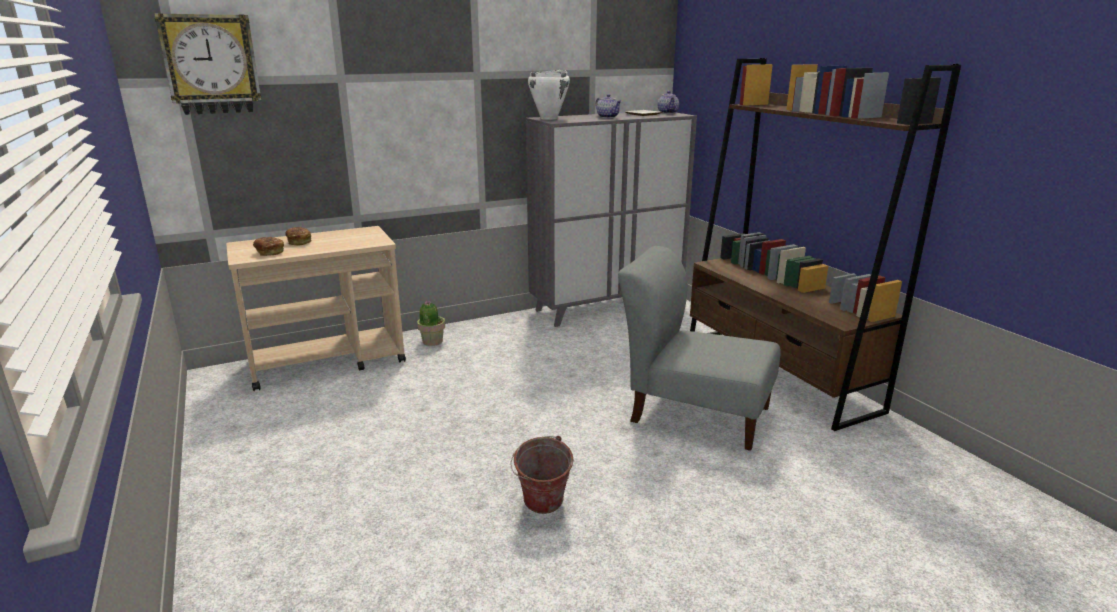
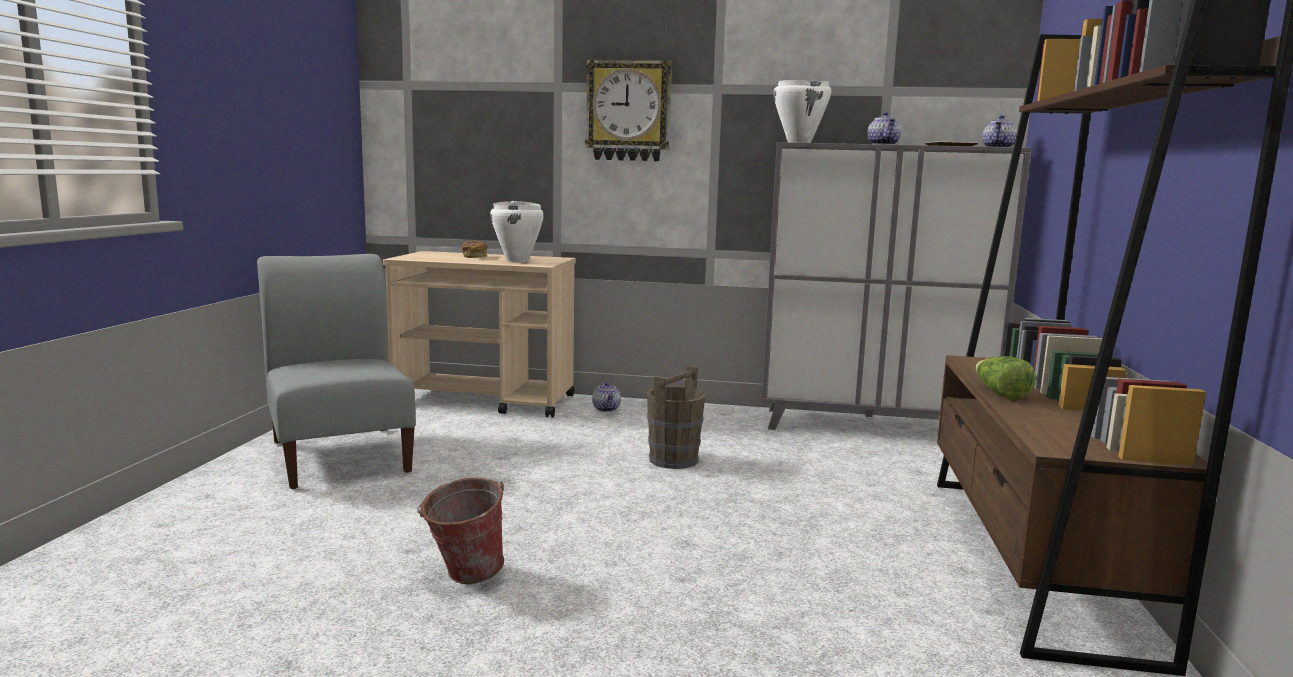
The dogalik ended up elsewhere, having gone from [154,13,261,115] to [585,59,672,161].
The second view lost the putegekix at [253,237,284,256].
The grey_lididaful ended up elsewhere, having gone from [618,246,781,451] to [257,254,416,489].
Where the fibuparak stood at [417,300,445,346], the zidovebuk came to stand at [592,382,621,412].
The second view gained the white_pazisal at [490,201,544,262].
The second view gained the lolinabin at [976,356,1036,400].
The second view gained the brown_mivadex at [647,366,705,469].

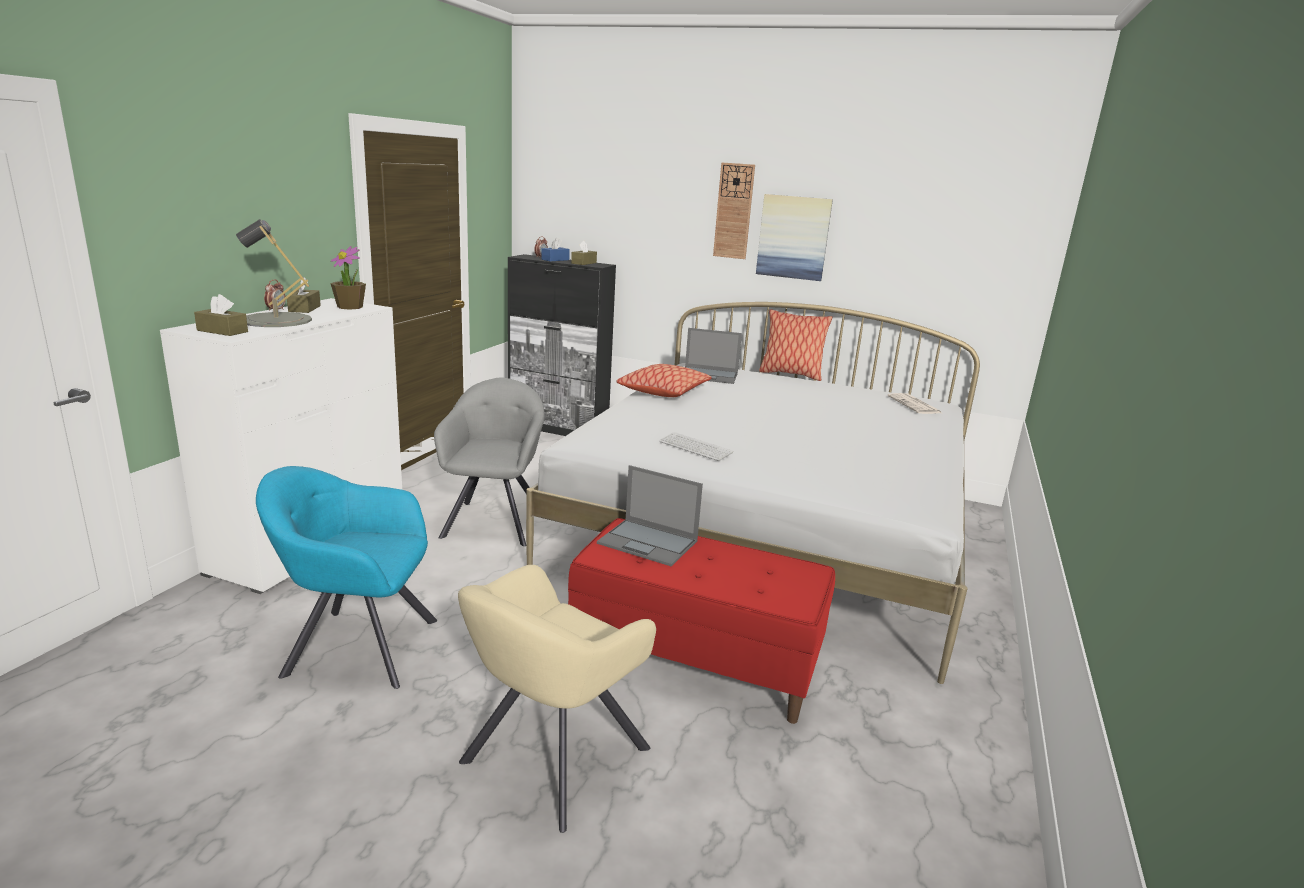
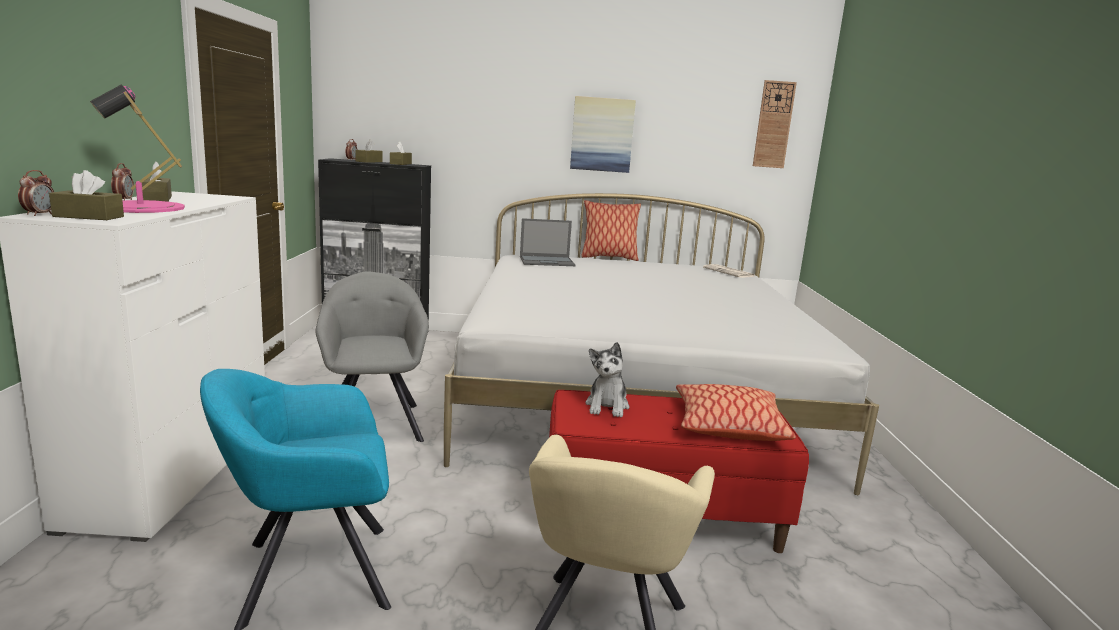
The dogalik ended up elsewhere, having gone from [713,162,755,259] to [753,80,797,168].
What was the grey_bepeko at [236,219,312,327] turned into the pink_bepeko at [90,85,185,213].
What was the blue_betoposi at [541,238,570,261] turned into the brown_betoposi at [356,140,382,163].
The second view lost the fibuparak at [330,246,366,310].
The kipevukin ended up elsewhere, having gone from [616,364,712,397] to [676,384,796,441].
The second view lost the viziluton at [659,432,733,461].
Where the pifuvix stood at [597,465,703,566], the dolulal came to stand at [585,342,629,417].
The second view gained the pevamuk at [18,170,54,216].

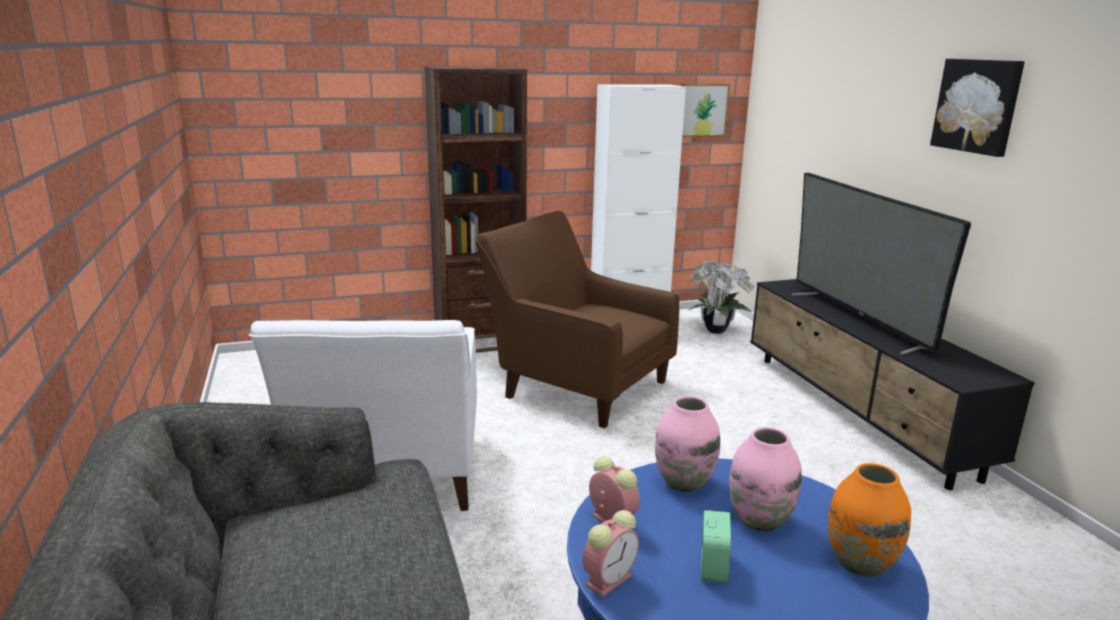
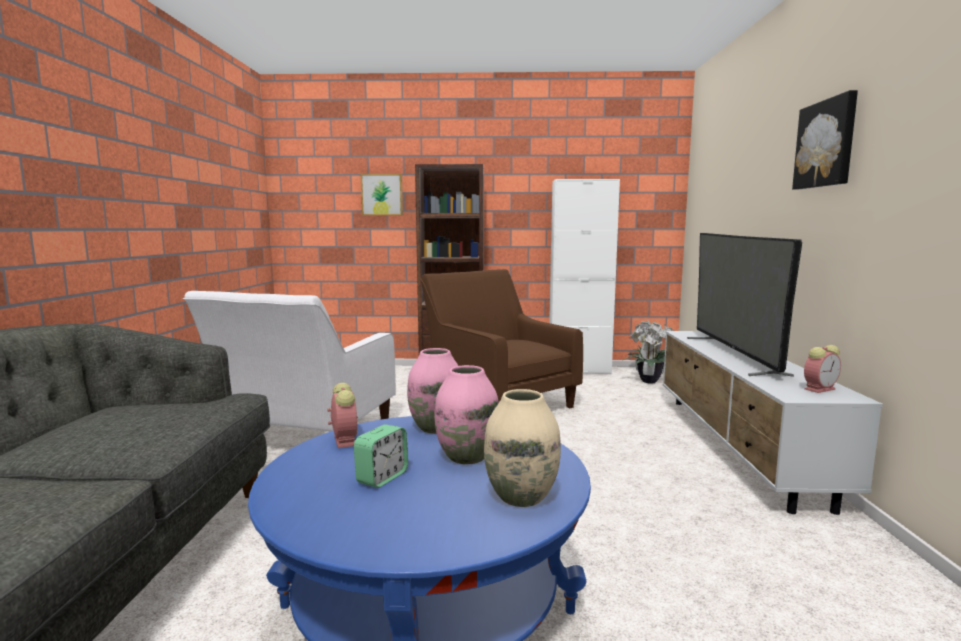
The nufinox ended up elsewhere, having gone from [681,84,730,137] to [361,174,403,215].
What was the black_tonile at [750,279,1035,490] turned into the white_tonile at [663,331,883,515].
What was the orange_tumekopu at [828,463,911,577] turned into the beige_tumekopu at [484,389,561,507].
The pevamuk ended up elsewhere, having gone from [582,510,639,597] to [804,345,841,393].

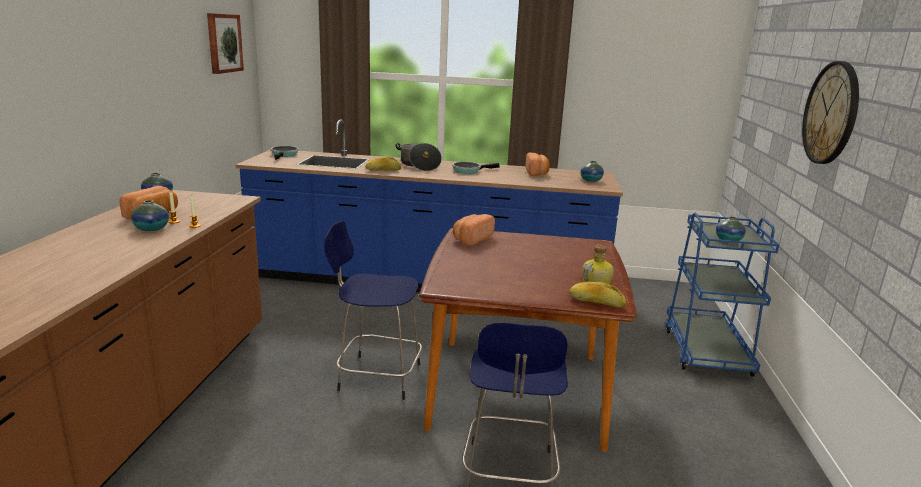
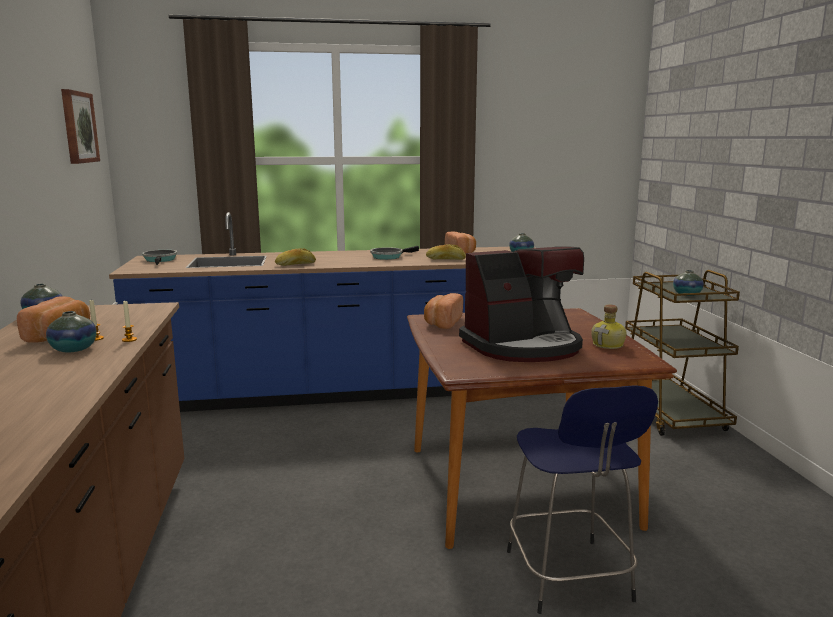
The second view lost the dogalik at [802,61,859,164].
The second view lost the pazisal at [396,143,442,171].
What was the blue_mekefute at [665,213,779,377] turned into the brown_mekefute at [625,270,740,436].
The second view lost the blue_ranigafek at [324,221,422,400].
The putegekix ended up elsewhere, having gone from [569,282,626,307] to [426,244,466,260].
The second view gained the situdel at [459,246,584,362].

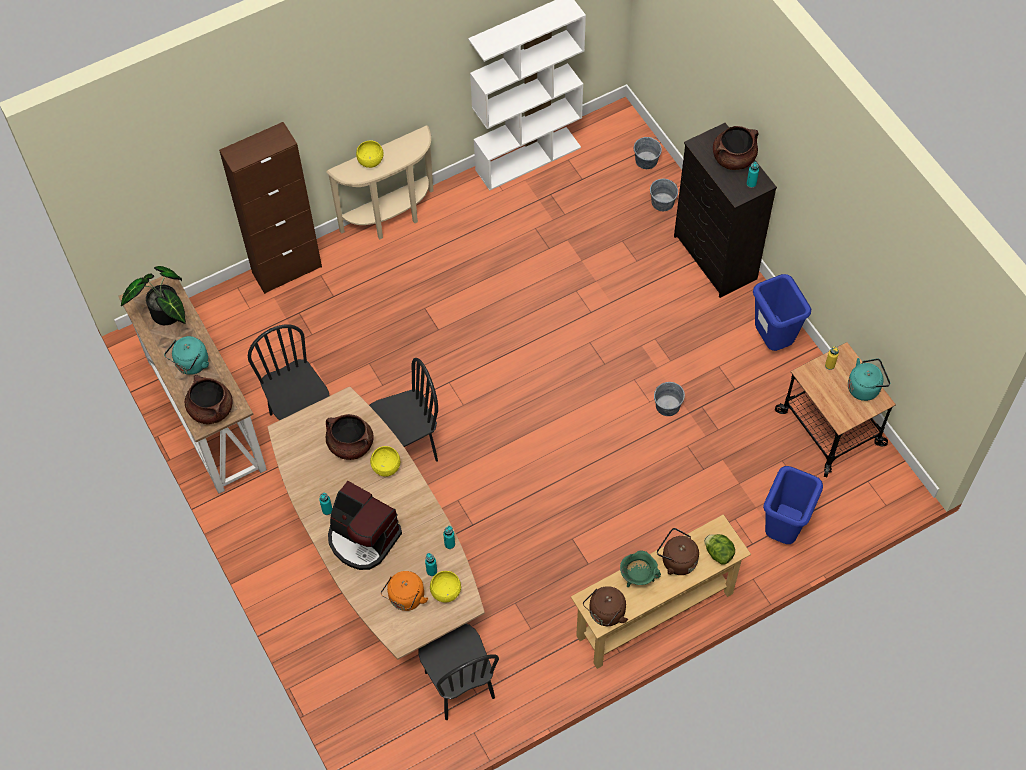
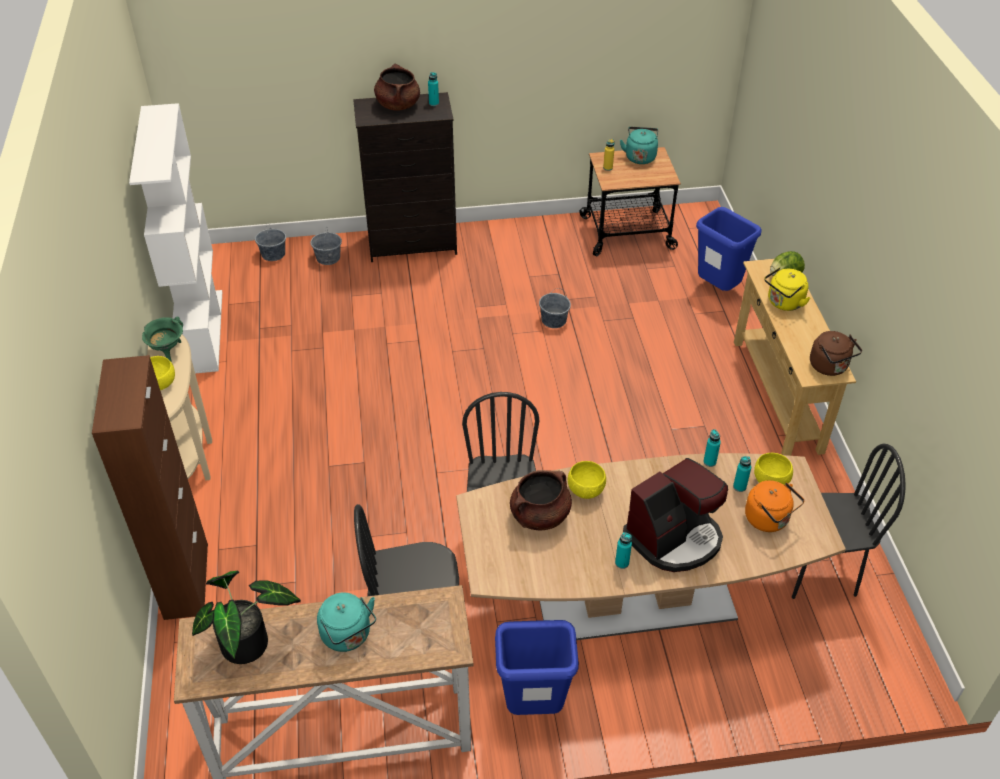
The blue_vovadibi ended up elsewhere, having gone from [753,274,811,351] to [495,620,579,715].
The second view lost the brown_pazisal at [185,375,233,424].
What was the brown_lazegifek at [657,528,699,575] turned into the yellow_lazegifek at [764,267,810,311].
The green_pazisal ended up elsewhere, having gone from [620,550,661,587] to [142,317,183,362].

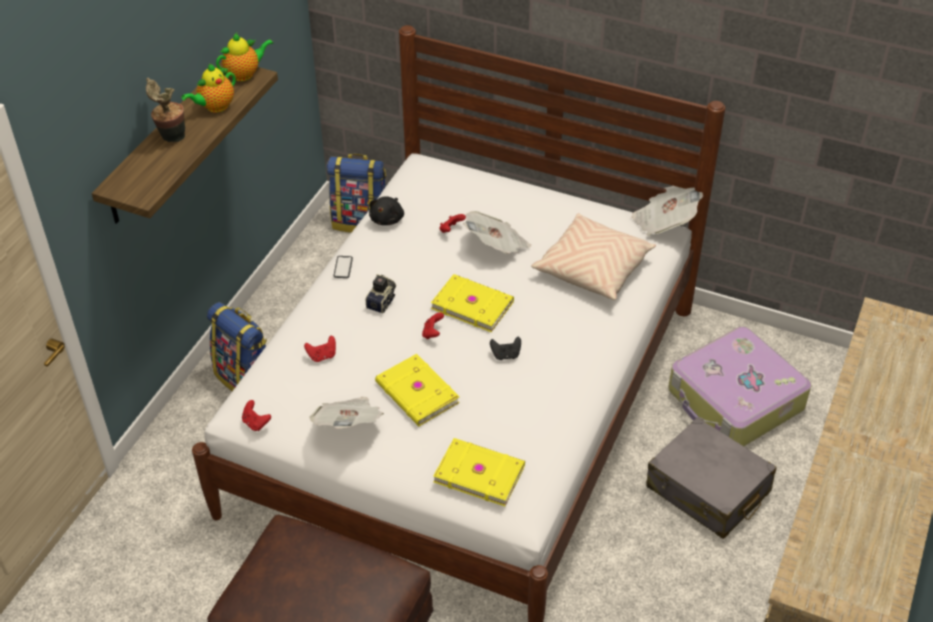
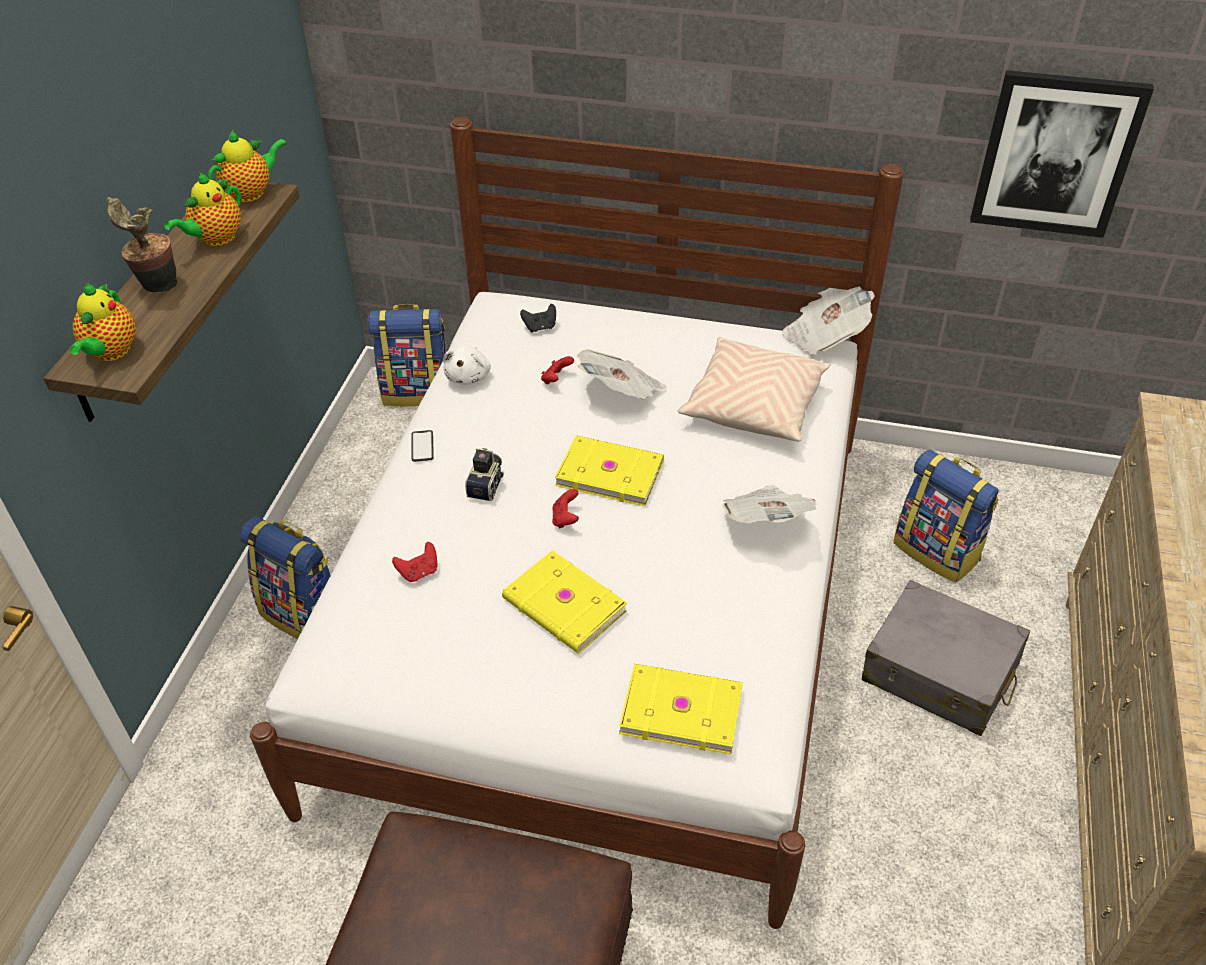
What was the black_dolulal at [369,196,404,226] turned into the white_dolulal at [443,345,491,385].
Where the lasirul stood at [668,327,812,446], the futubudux came to stand at [894,449,999,583].
The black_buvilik ended up elsewhere, having gone from [490,336,521,360] to [520,304,556,332].
The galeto ended up elsewhere, having gone from [309,397,384,429] to [723,485,817,523].
The second view lost the red_buvilik at [242,400,271,431].
The second view gained the nufinox at [970,70,1154,238].
The second view gained the zidovebuk at [70,284,136,361].

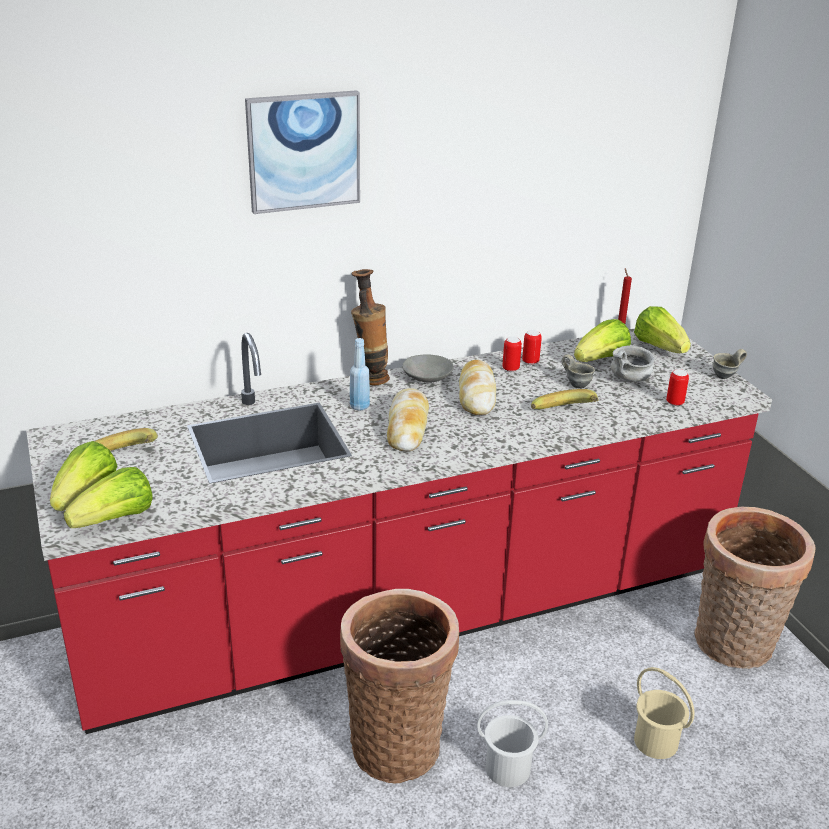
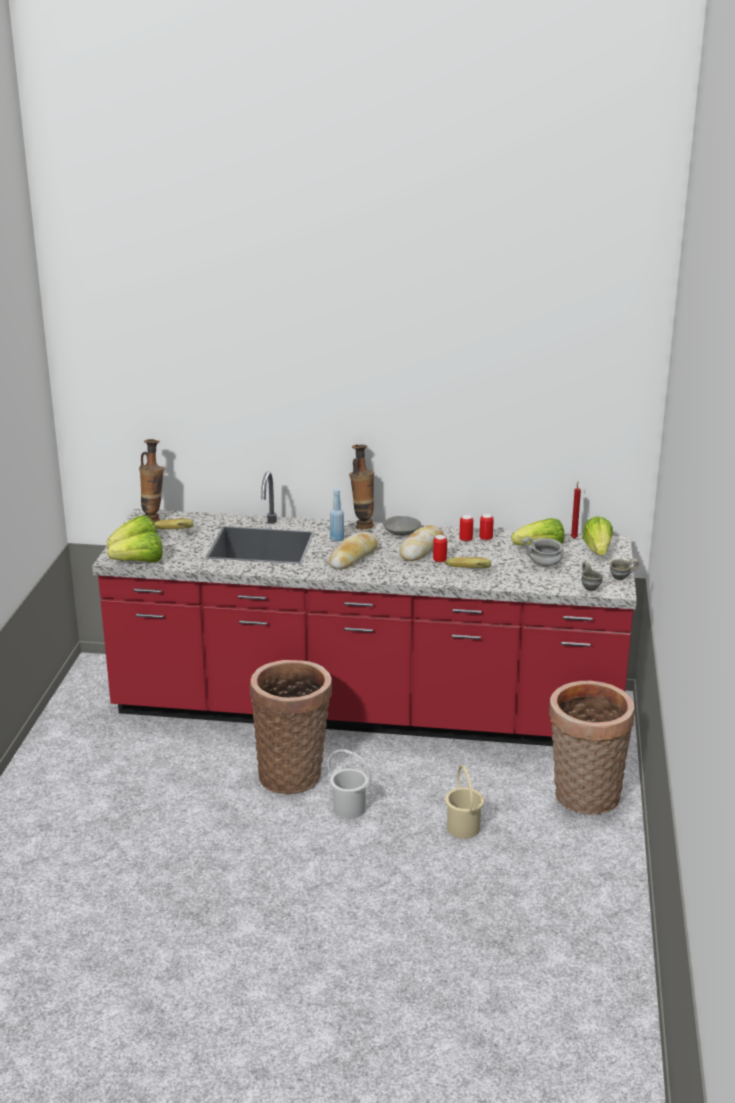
The second view lost the nufinox at [245,90,360,214].
The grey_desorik ended up elsewhere, having gone from [561,354,595,389] to [581,562,604,591].
The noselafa ended up elsewhere, having gone from [666,369,689,406] to [433,535,447,563].
The second view gained the tumekopu at [139,439,164,523].

